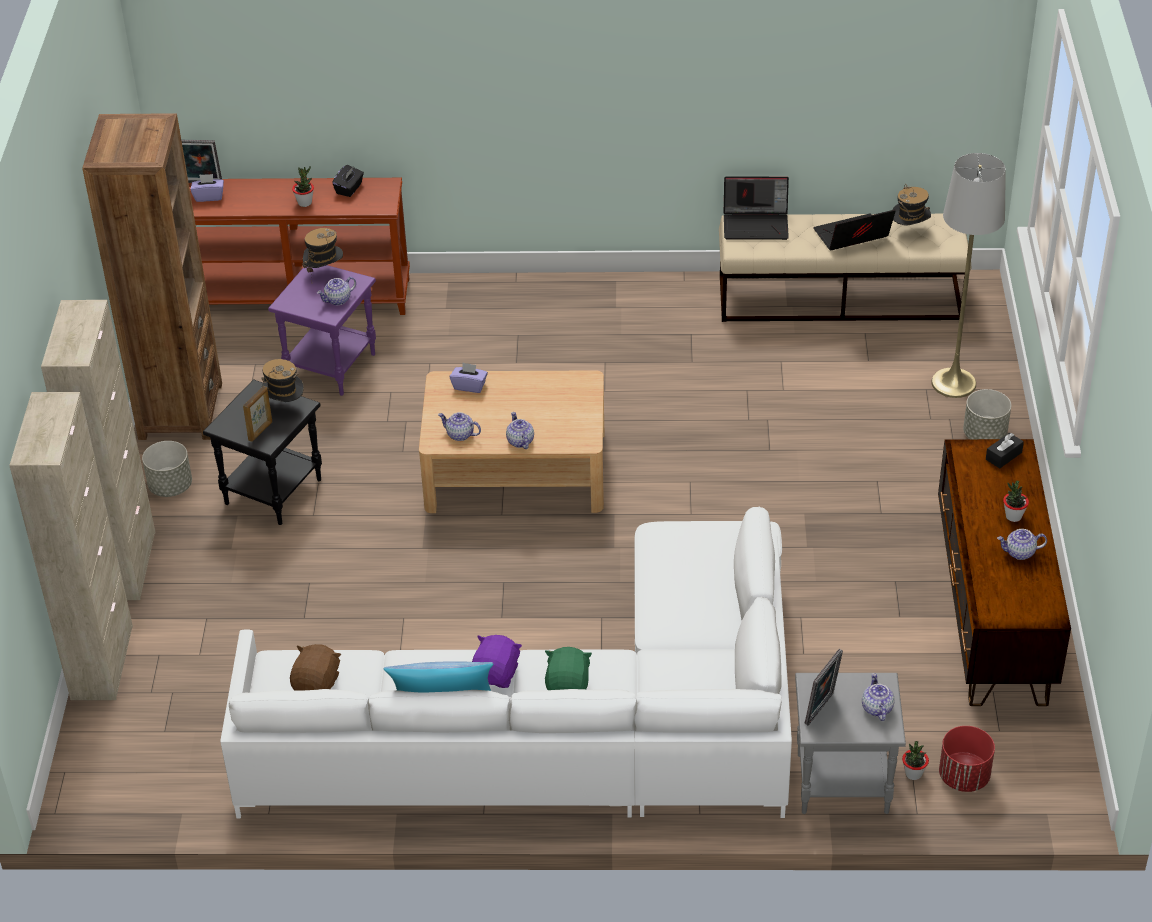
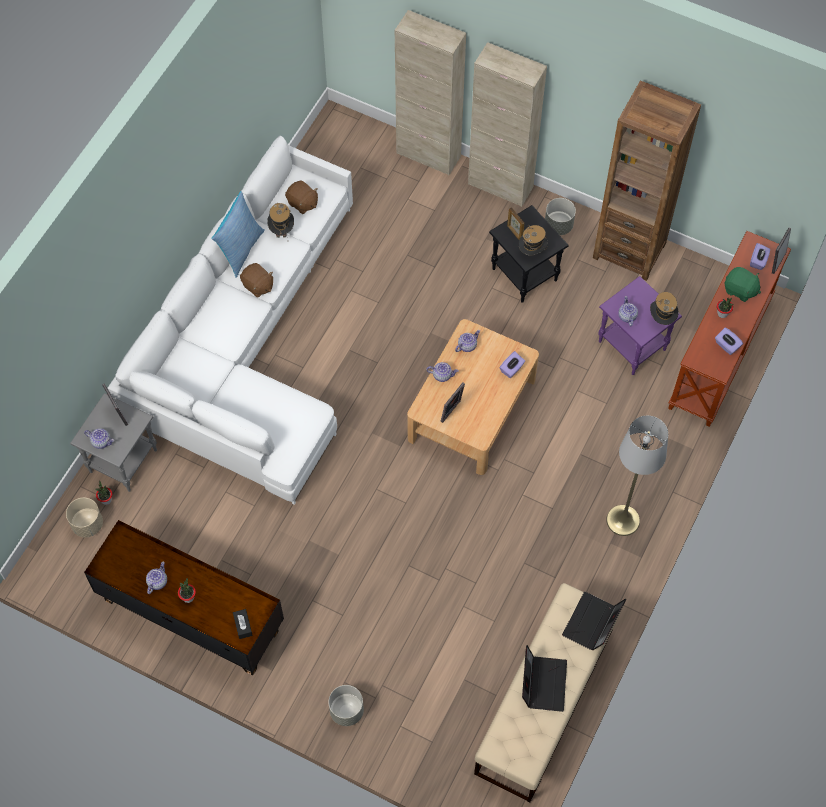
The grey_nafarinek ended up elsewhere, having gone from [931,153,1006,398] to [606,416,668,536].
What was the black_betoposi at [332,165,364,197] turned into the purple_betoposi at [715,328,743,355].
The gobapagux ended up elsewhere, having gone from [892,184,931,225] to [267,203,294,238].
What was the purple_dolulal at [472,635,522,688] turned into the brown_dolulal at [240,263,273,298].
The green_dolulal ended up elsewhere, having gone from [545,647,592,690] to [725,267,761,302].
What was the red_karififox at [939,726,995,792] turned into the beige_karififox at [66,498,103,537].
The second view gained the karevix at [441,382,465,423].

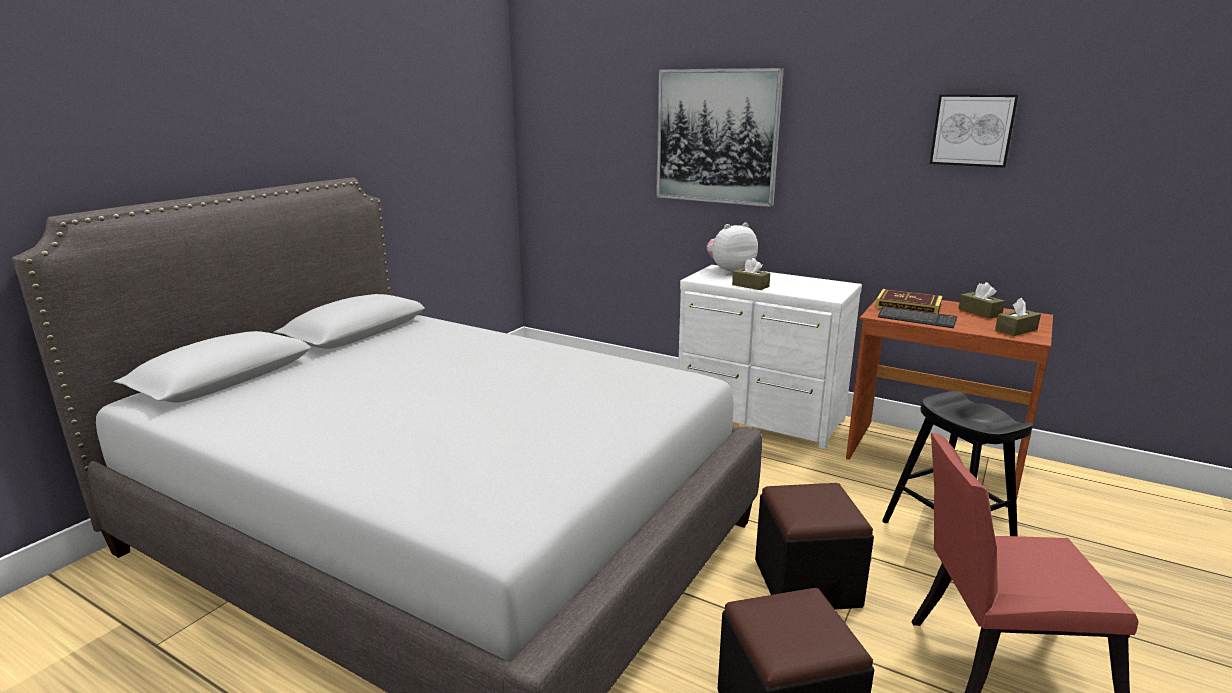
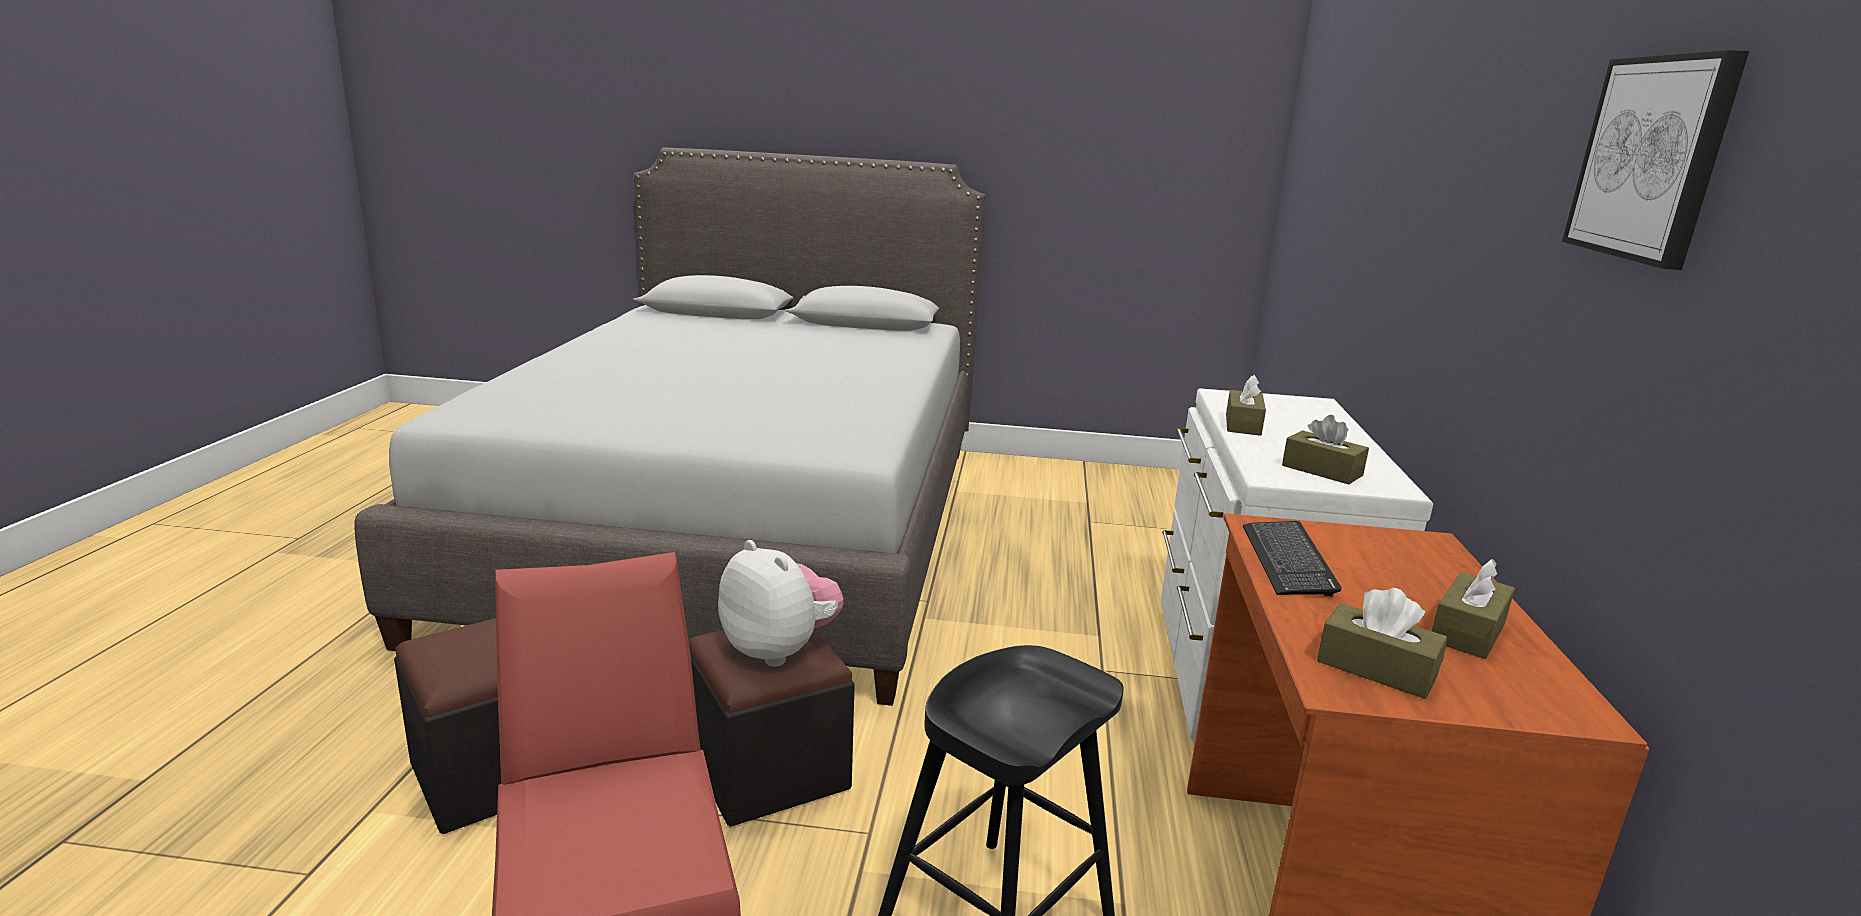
The second view lost the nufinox at [656,68,784,207].
The dolulal ended up elsewhere, having gone from [707,223,758,275] to [718,540,844,667].
The second view lost the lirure at [875,289,943,314].
The second view gained the brown_betoposi at [1282,415,1369,484].

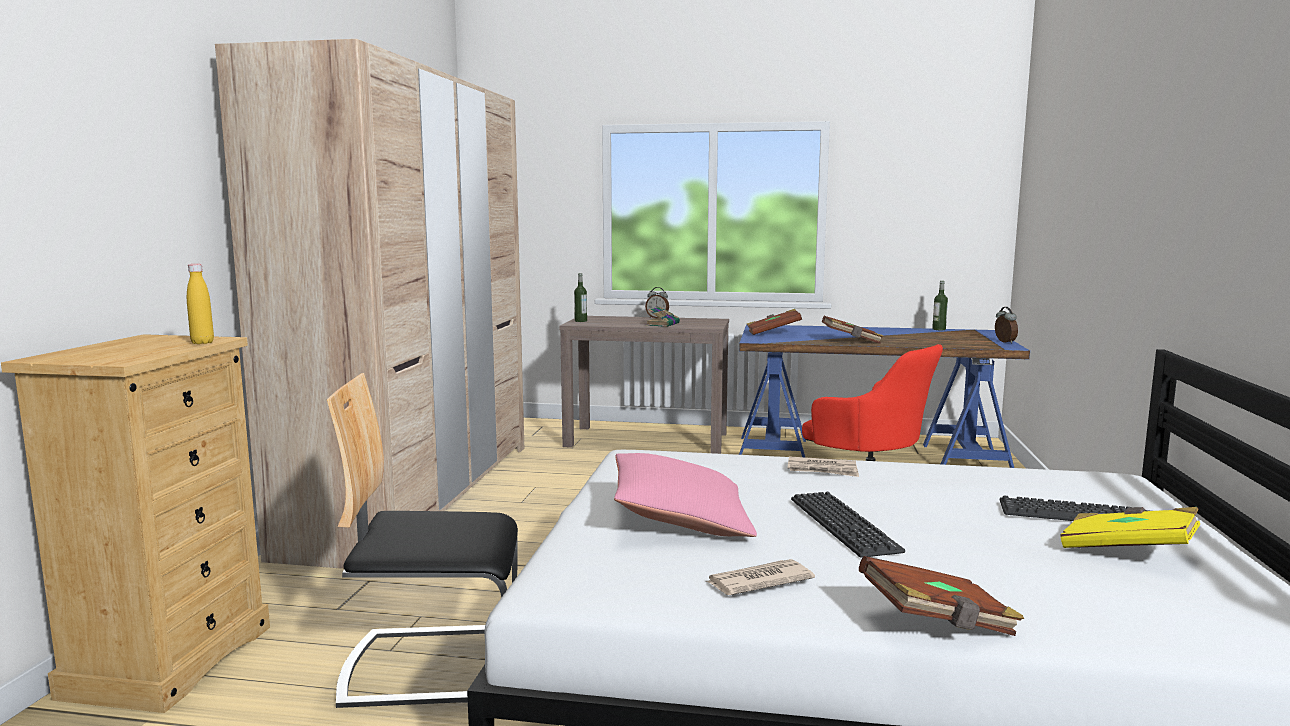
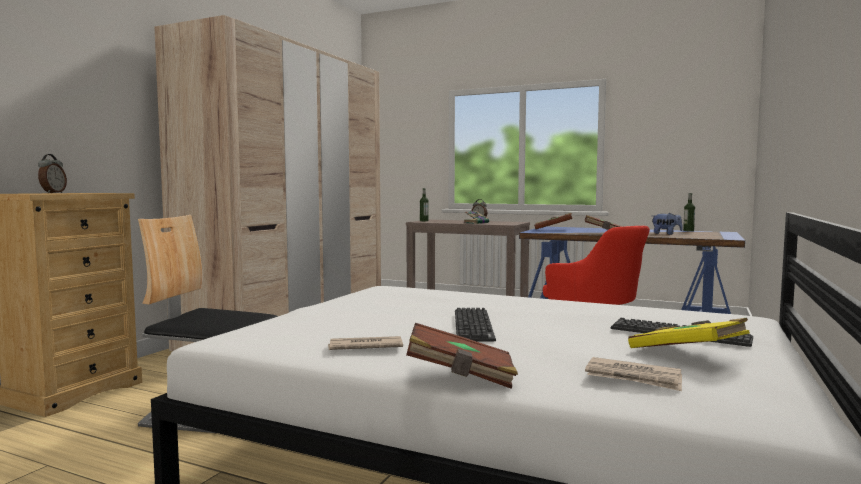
The second view lost the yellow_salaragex at [187,264,214,344].
The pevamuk ended up elsewhere, having gone from [995,307,1018,344] to [38,154,67,193].
The second view lost the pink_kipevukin at [614,453,757,537].
The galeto ended up elsewhere, having gone from [788,456,859,477] to [585,357,682,391].
The second view gained the dolulal at [652,213,683,235].

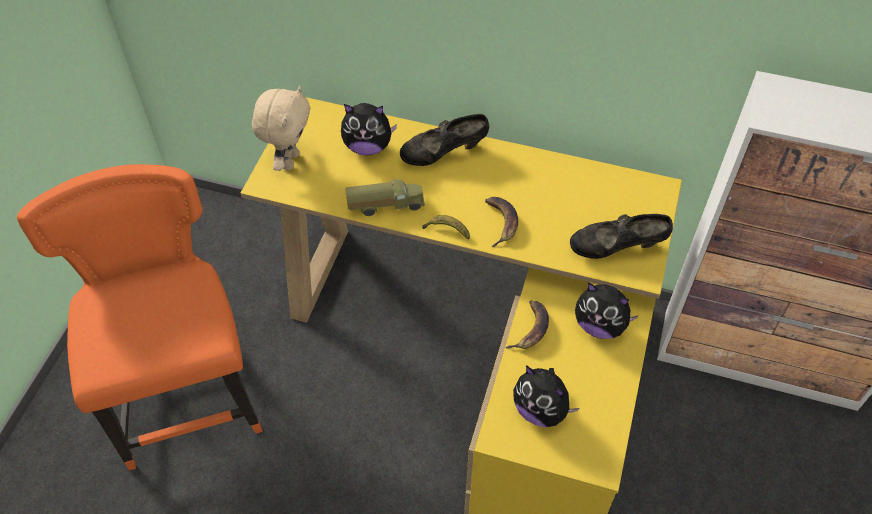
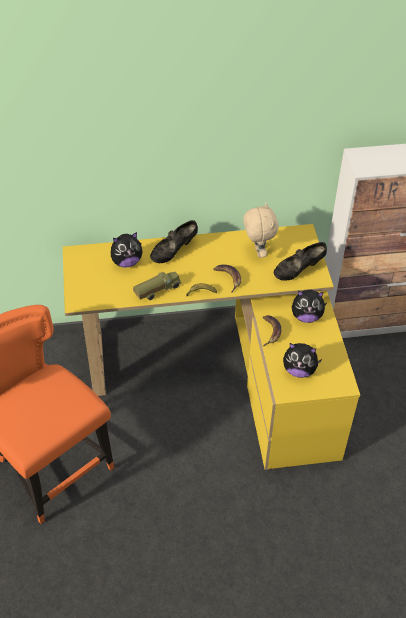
The beige_dolulal ended up elsewhere, having gone from [252,86,310,171] to [243,203,279,258].

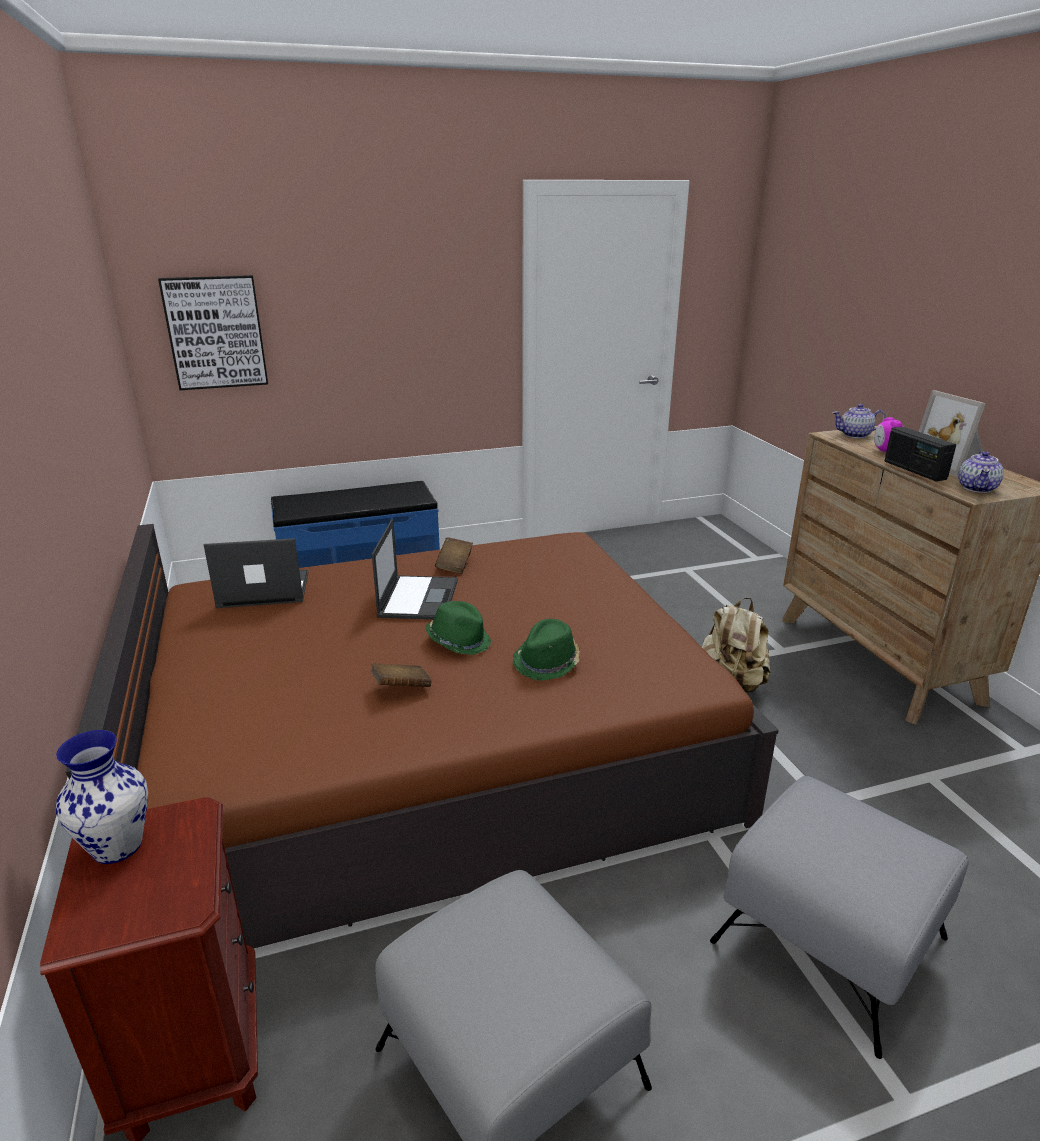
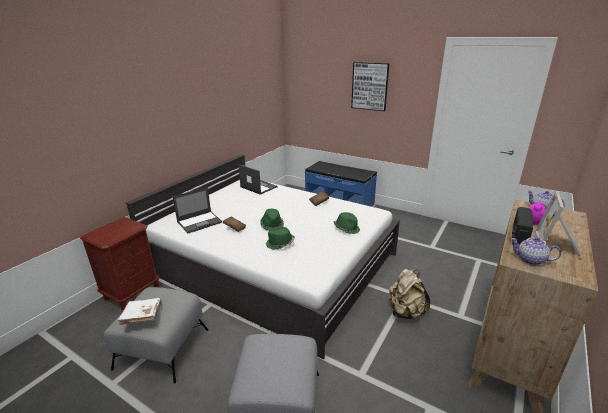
The nufinox ended up elsewhere, having gone from [158,275,268,390] to [351,62,389,111].
The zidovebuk at [958,451,1004,493] ended up facing another way, 45 degrees clockwise from before.
The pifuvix ended up elsewhere, having gone from [372,519,458,620] to [172,187,222,233].
What was the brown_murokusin at [66,524,779,949] turned into the white_murokusin at [126,154,400,359].
The second view lost the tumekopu at [56,730,148,864].
The second view gained the green_gobapagux at [334,212,360,234].
The second view gained the white_lirure at [118,298,162,325].

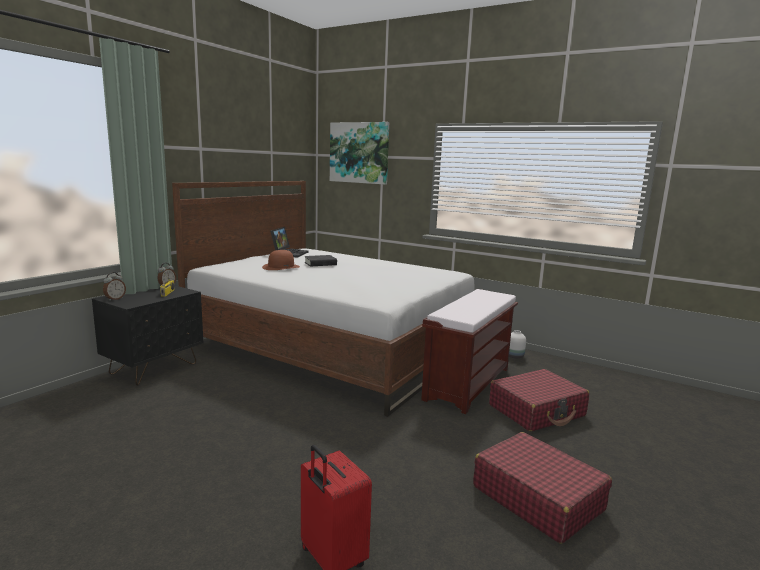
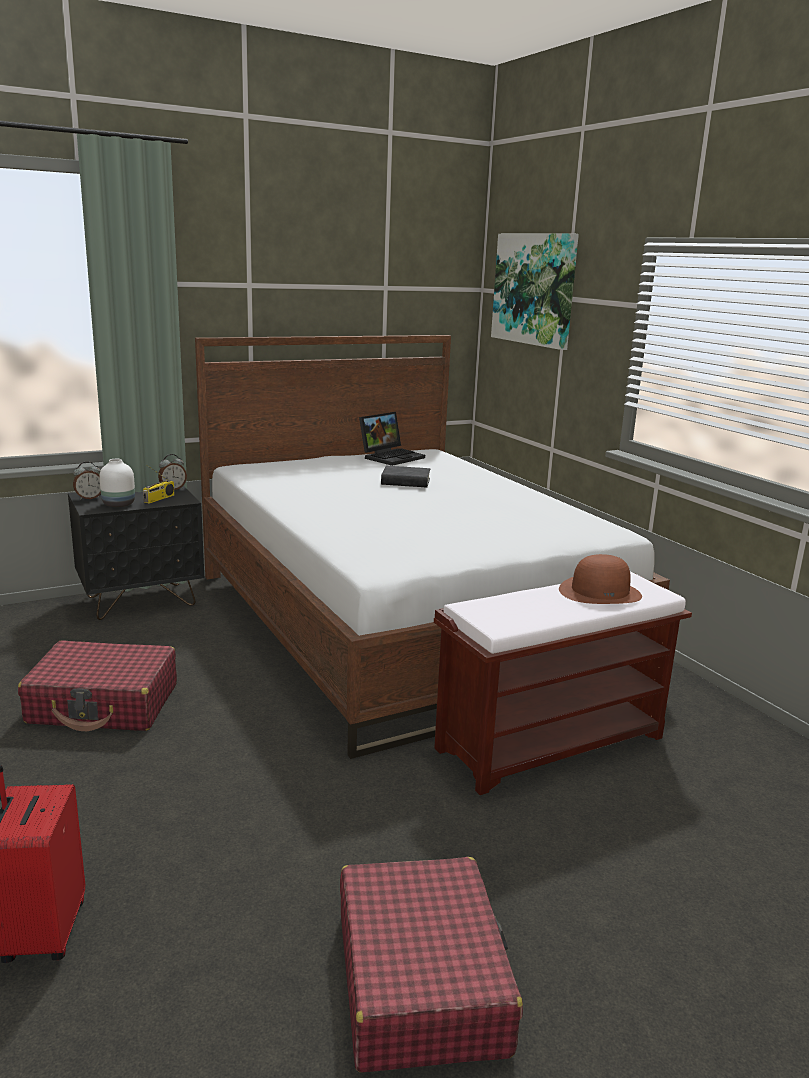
The brown_gobapagux ended up elsewhere, having gone from [262,250,300,270] to [559,554,642,604].
The white_tumekopu ended up elsewhere, having gone from [509,330,526,359] to [99,459,135,507].
The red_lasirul ended up elsewhere, having gone from [489,369,589,431] to [18,640,177,731].

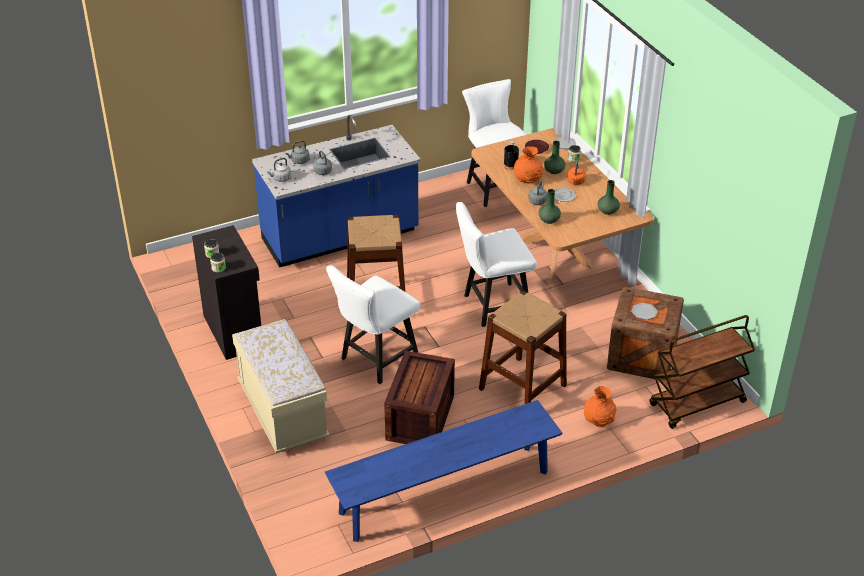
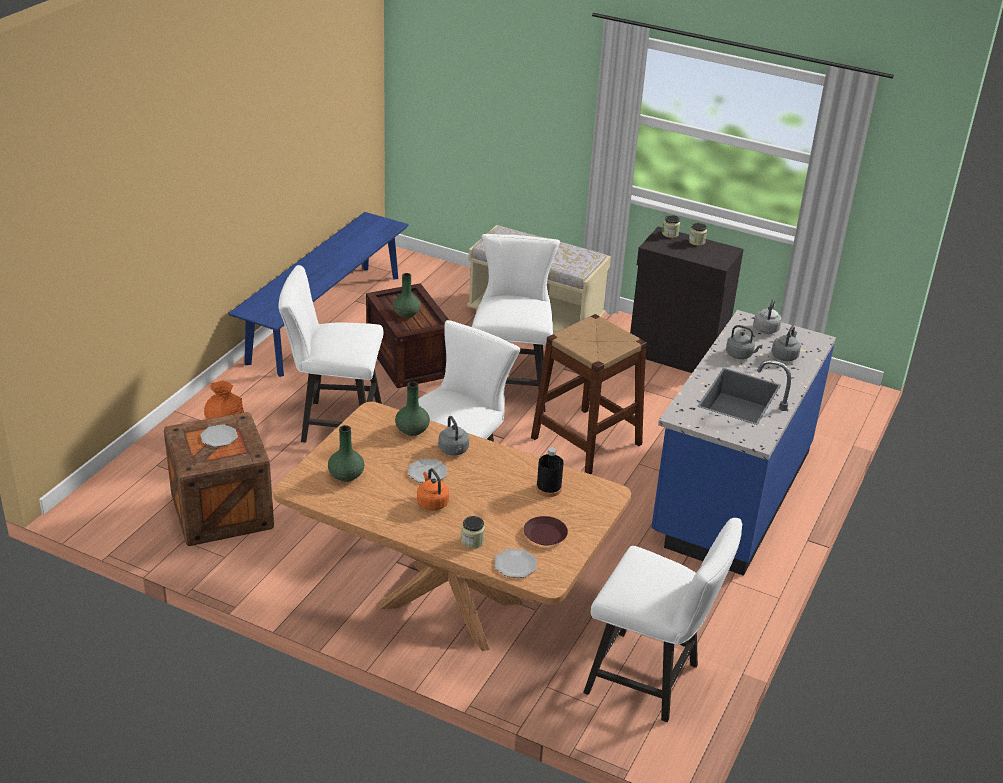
The green_tumekopu ended up elsewhere, having gone from [544,141,565,174] to [393,273,420,318].
The second view lost the orange_tumekopu at [514,146,543,183].
Where the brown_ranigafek stood at [479,290,567,404], the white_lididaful came to stand at [278,265,383,442].
The second view lost the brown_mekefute at [649,315,755,429].

